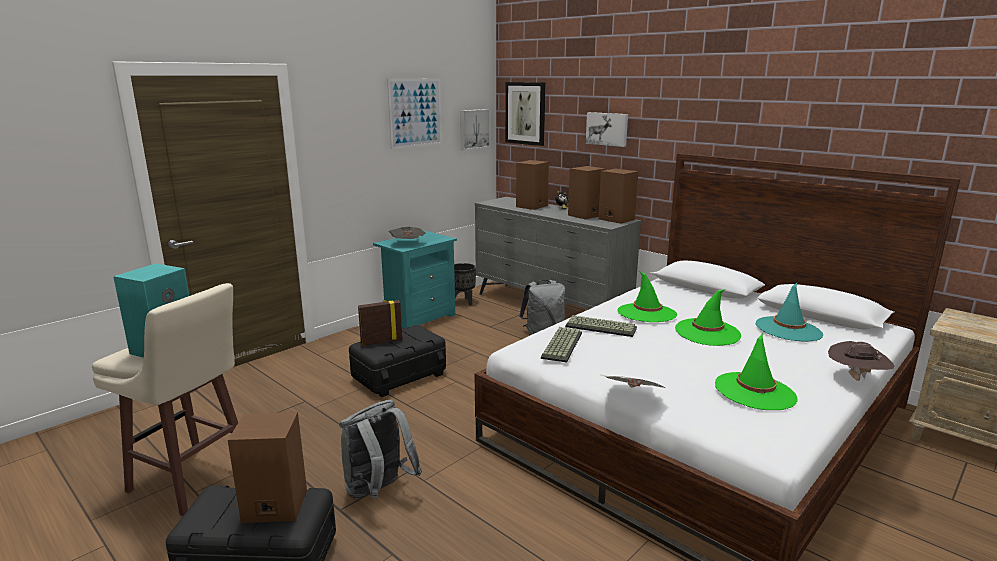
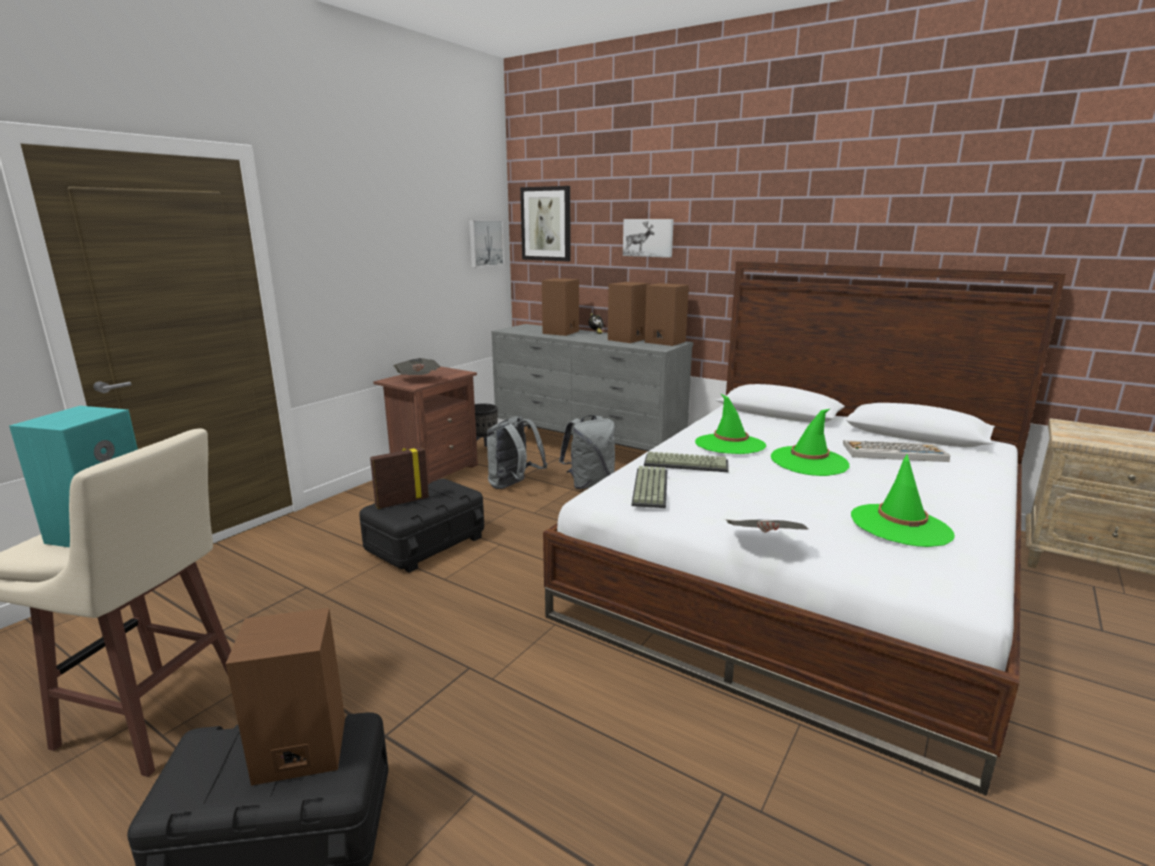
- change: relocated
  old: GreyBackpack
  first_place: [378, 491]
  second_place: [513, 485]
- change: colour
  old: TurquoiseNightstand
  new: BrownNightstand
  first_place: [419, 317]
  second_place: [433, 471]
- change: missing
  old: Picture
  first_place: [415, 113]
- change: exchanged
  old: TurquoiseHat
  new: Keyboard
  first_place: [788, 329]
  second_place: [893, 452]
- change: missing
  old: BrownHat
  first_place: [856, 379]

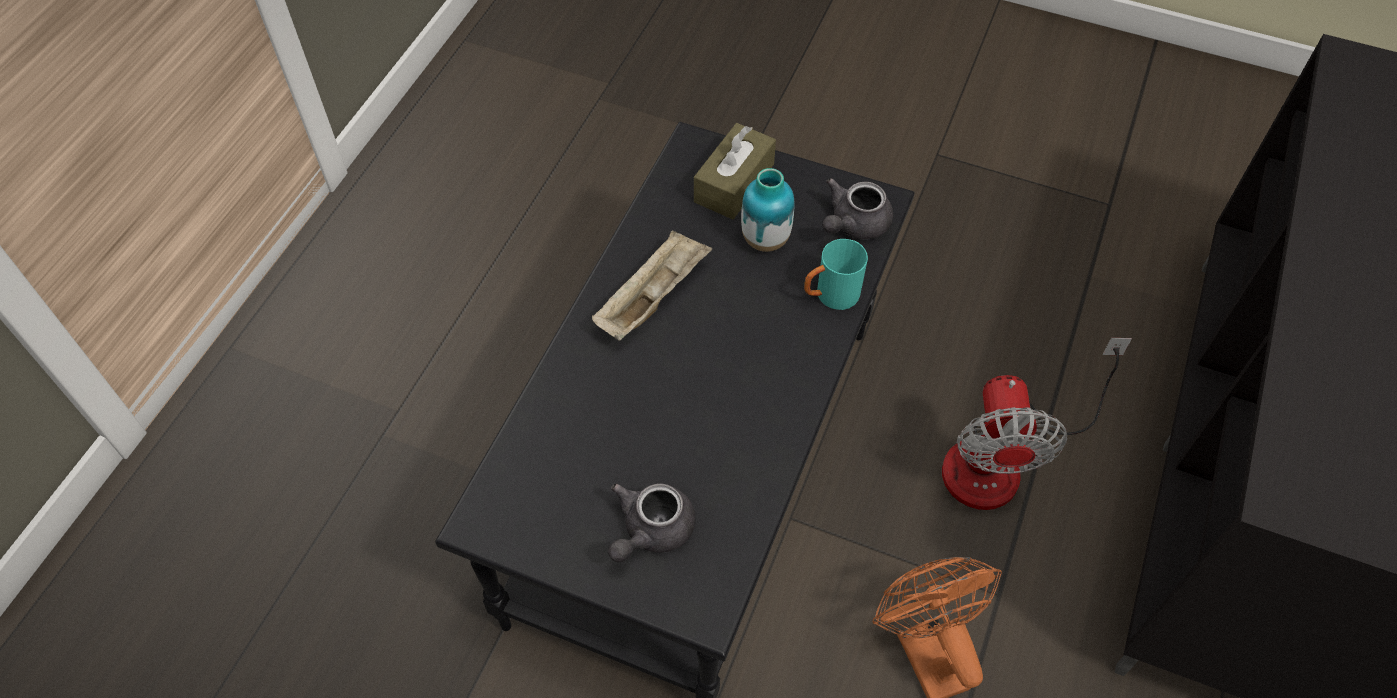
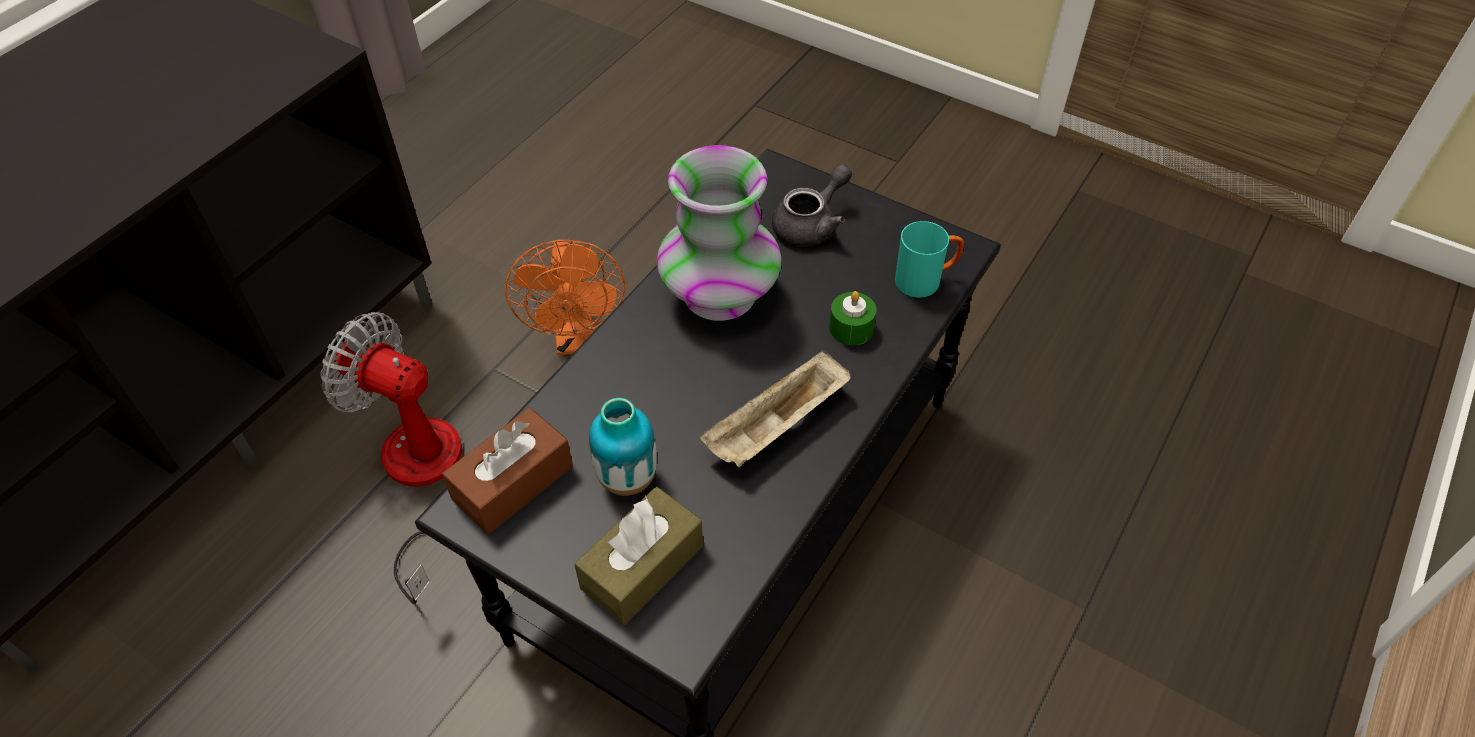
- change: relocated
  old: TurquoiseMug
  first_place: [830, 296]
  second_place: [925, 280]
- change: exchanged
  old: GreyTeapot
  new: BrownTissueBox
  first_place: [853, 224]
  second_place: [513, 483]
- change: spun
  old: Fan
  first_place: [1002, 459]
  second_place: [423, 479]
  degrees: -75
- change: appeared
  new: Vase
  second_place: [719, 294]
- change: appeared
  new: GreenCandle
  second_place: [851, 328]

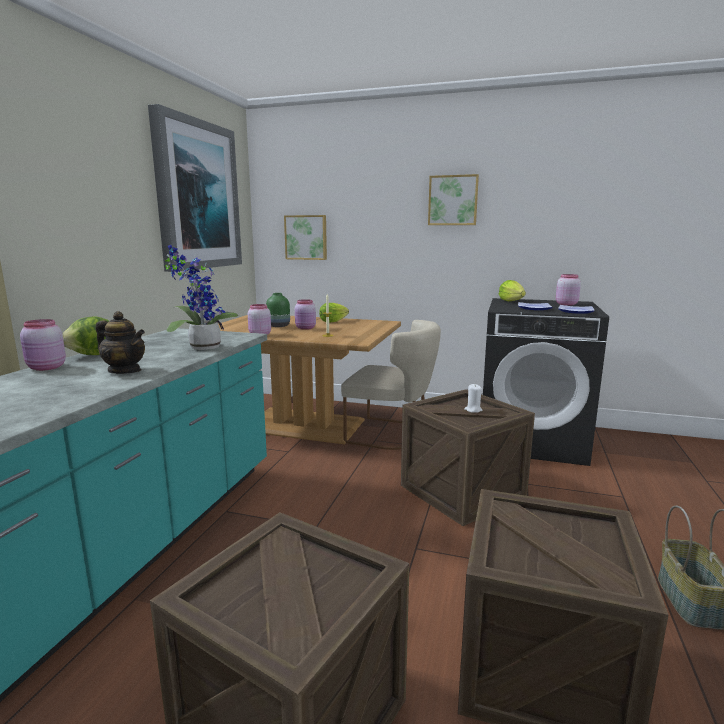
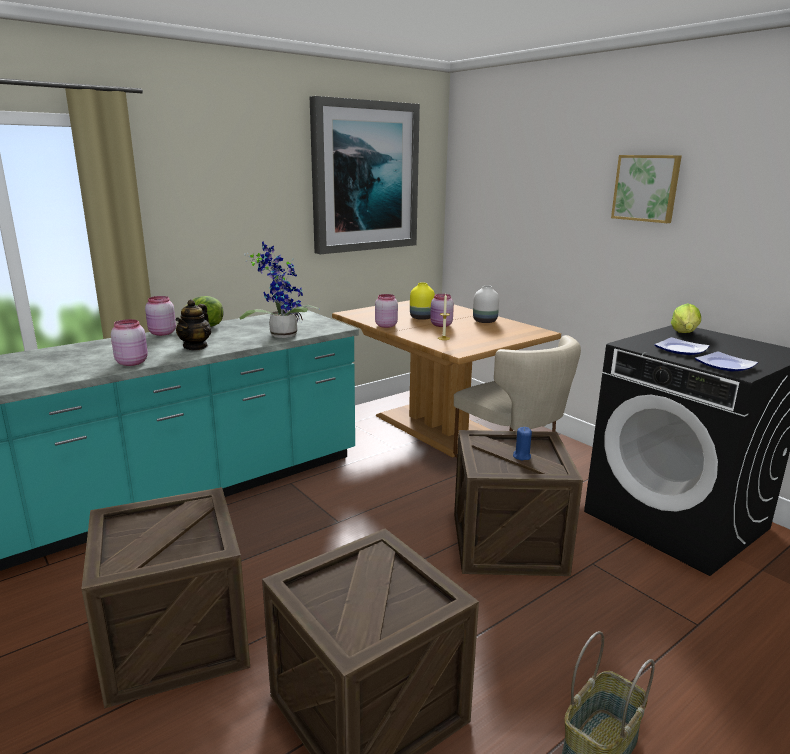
- change: spun
  old: Teapot
  first_place: [125, 371]
  second_place: [196, 347]
  degrees: 45
- change: colour
  old: GreenVase
  new: YellowVase
  first_place: [278, 326]
  second_place: [421, 318]
- change: missing
  old: Picture
  first_place: [306, 237]
- change: exchanged
  old: Lettuce
  new: WhiteVase
  first_place: [332, 321]
  second_place: [484, 321]
- change: colour
  old: WhiteCandle
  new: BlueCandle
  first_place: [473, 410]
  second_place: [521, 456]
- change: relocated
  old: PinkJar
  first_place: [565, 304]
  second_place: [132, 362]

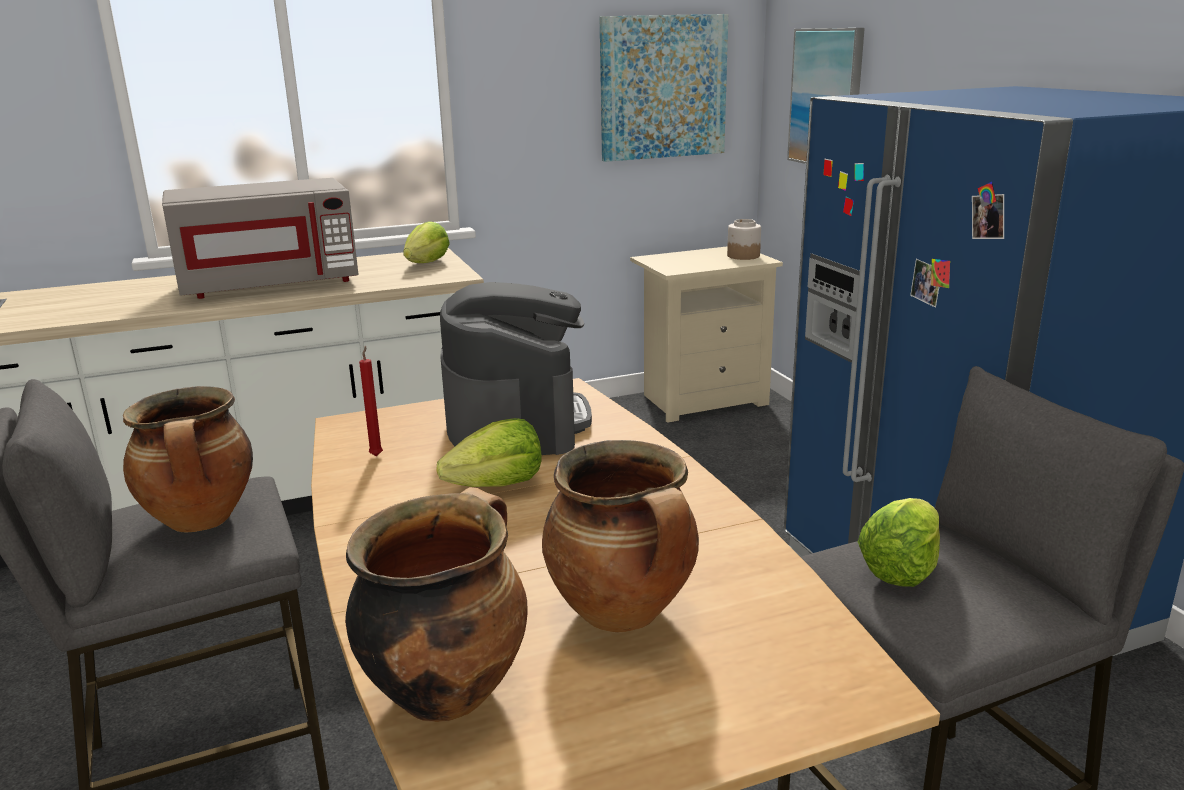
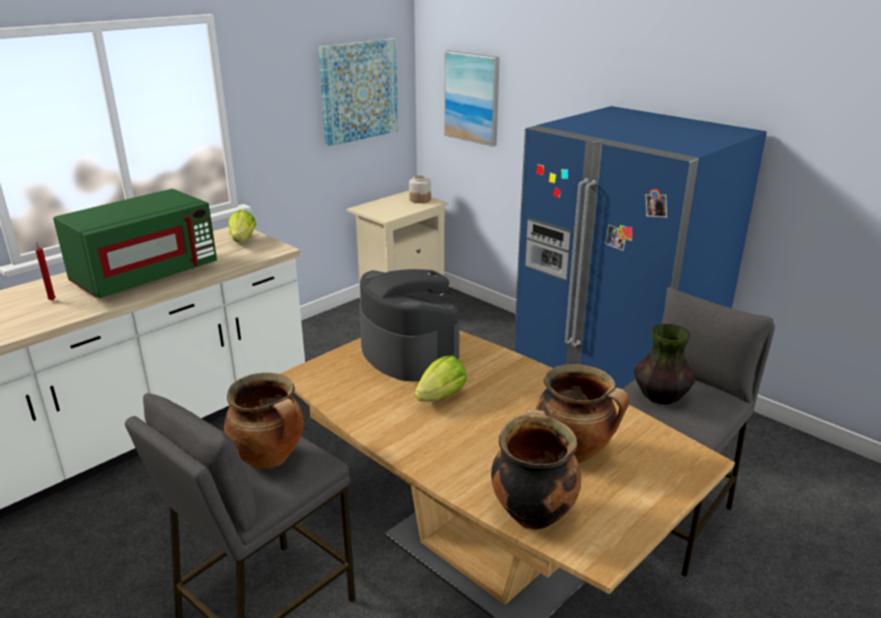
- change: colour
  old: GreyMicrowave
  new: GreenMicrowave
  first_place: [270, 285]
  second_place: [146, 276]
- change: relocated
  old: RedCandle
  first_place: [377, 455]
  second_place: [52, 300]
- change: exchanged
  old: Lettuce
  new: Vase
  first_place: [901, 569]
  second_place: [660, 396]

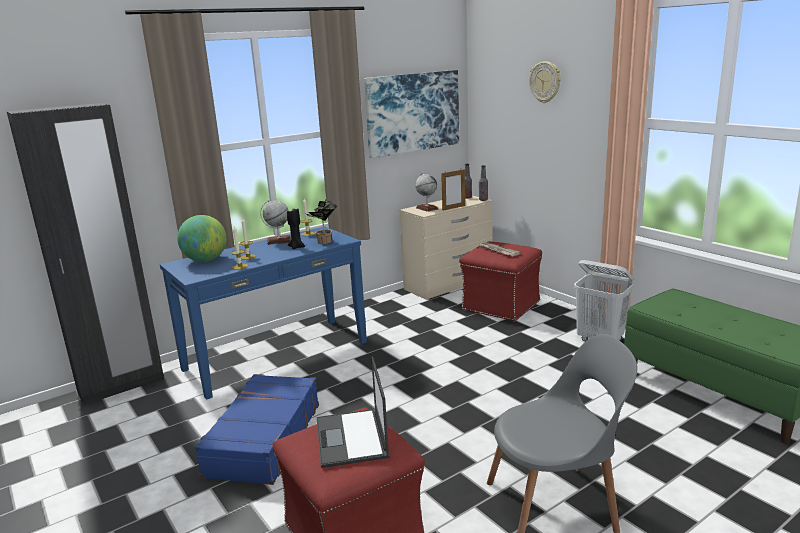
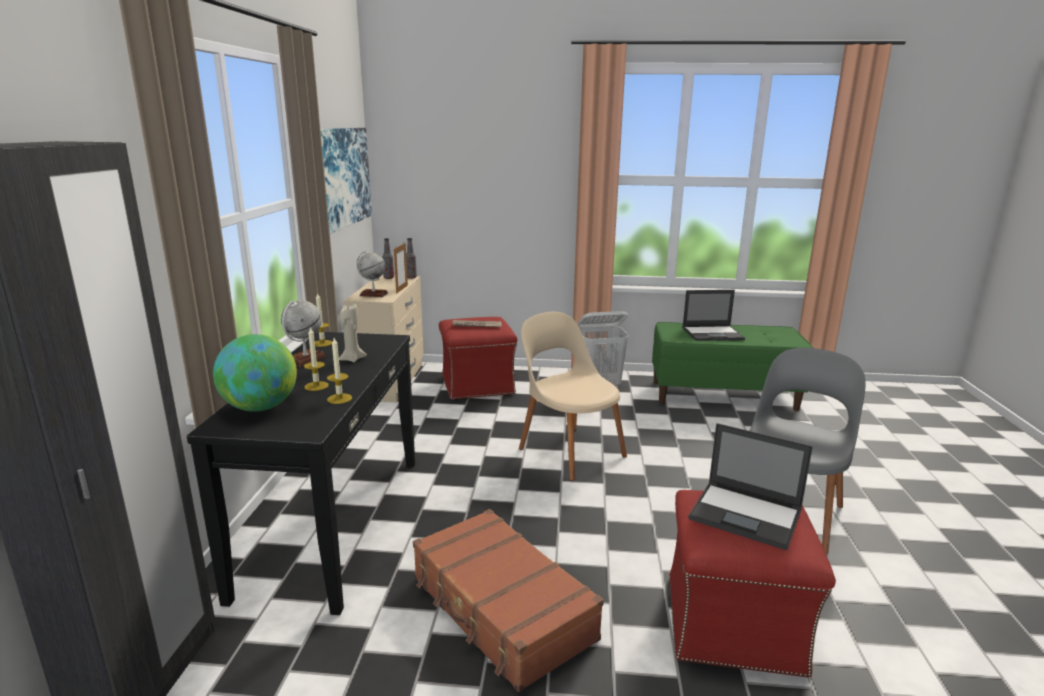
- change: colour
  old: BlueConsoleTable
  new: BlackConsoleTable
  first_place: [276, 355]
  second_place: [333, 522]
- change: colour
  old: BlueSuitcase
  new: BrownSuitcase
  first_place: [263, 439]
  second_place: [501, 609]
- change: colour
  old: BlackCandle
  new: BeigeCandle
  first_place: [297, 247]
  second_place: [352, 359]
- change: missing
  old: PottedPlant
  first_place: [324, 242]
- change: missing
  old: WallClock
  first_place: [545, 82]
- change: appeared
  new: BeigeChair
  second_place: [569, 450]
- change: appeared
  new: Laptop
  second_place: [713, 333]

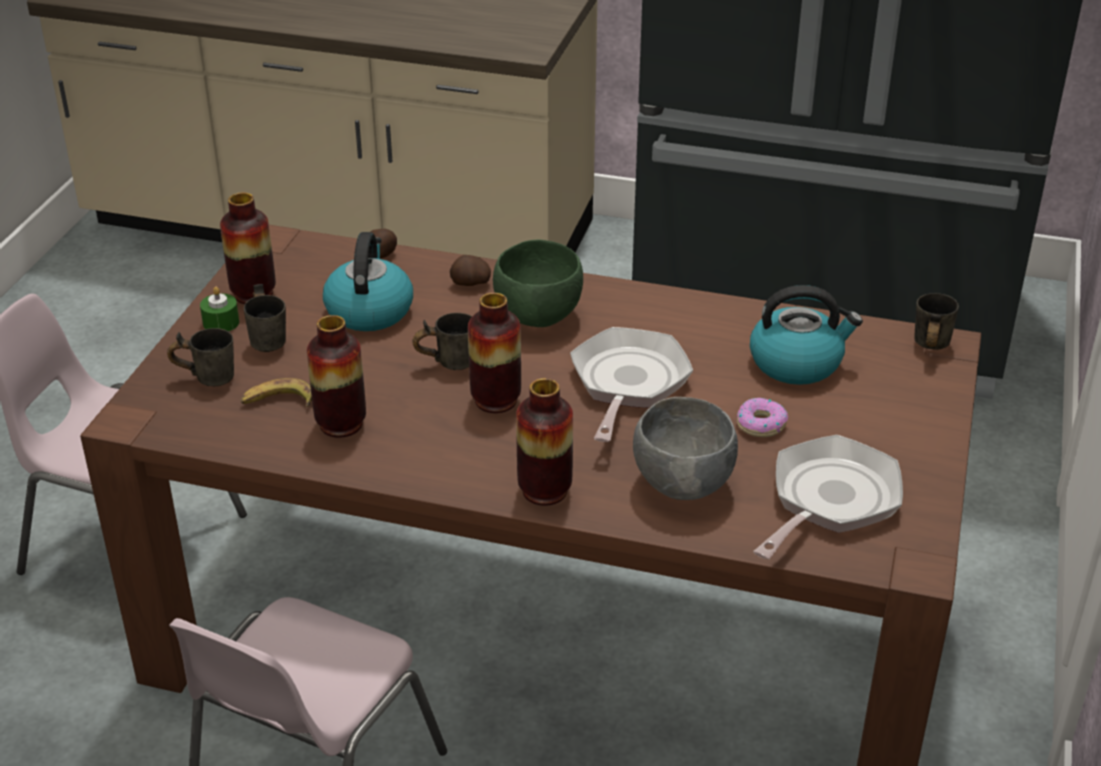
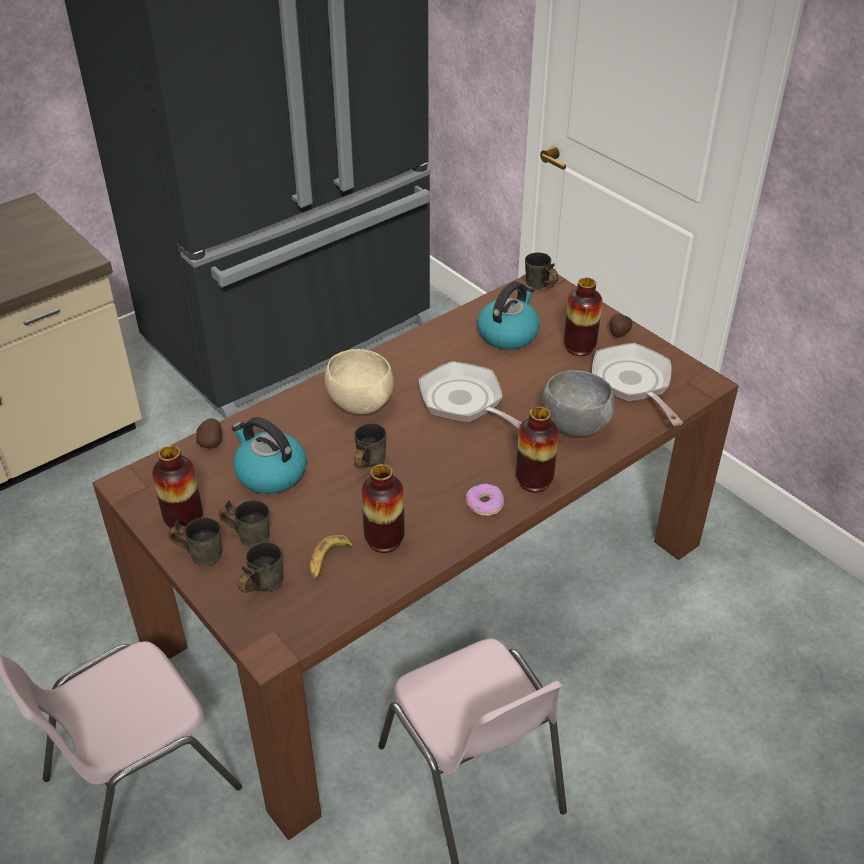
- change: exchanged
  old: GreenCandle
  new: GreyMug
  first_place: [221, 323]
  second_place: [201, 552]
- change: relocated
  old: Potato
  first_place: [470, 284]
  second_place: [618, 333]
- change: relocated
  old: Vase
  first_place: [496, 400]
  second_place: [579, 348]
- change: colour
  old: GreenBowl
  new: BeigeBowl
  first_place: [537, 316]
  second_place: [360, 405]
- change: relocated
  old: Donut
  first_place: [760, 424]
  second_place: [484, 504]

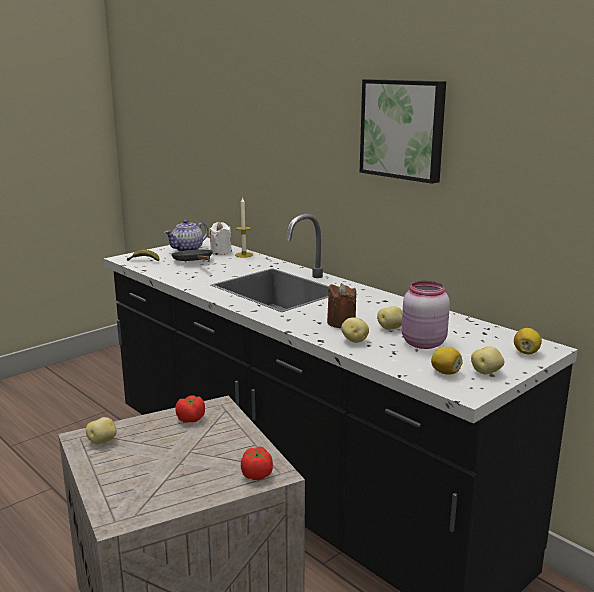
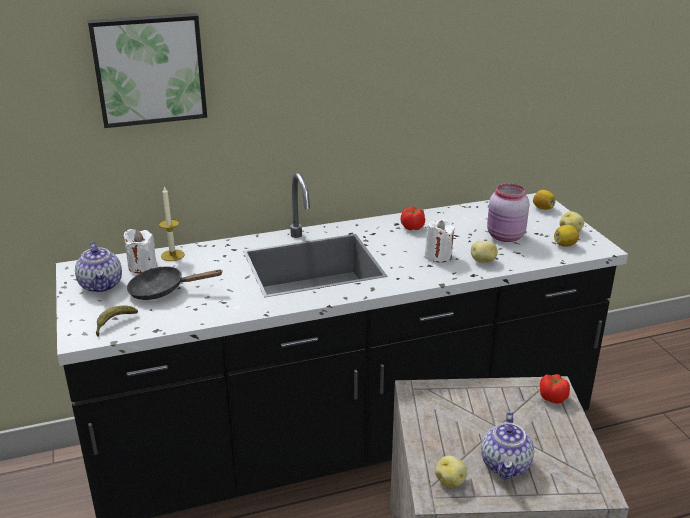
- change: relocated
  old: Tomato
  first_place: [191, 419]
  second_place: [412, 227]
- change: colour
  old: BrownCandle
  new: WhiteCandle
  first_place: [341, 323]
  second_place: [438, 256]
- change: relocated
  old: Picture
  first_place: [403, 129]
  second_place: [149, 69]
- change: missing
  old: Potato
  first_place: [391, 328]
- change: appeared
  new: Teapot
  second_place: [506, 465]

